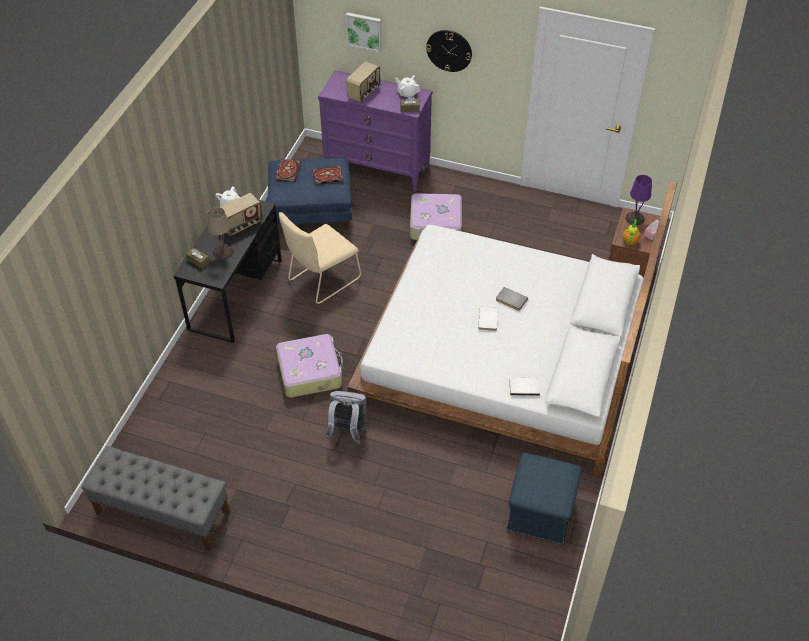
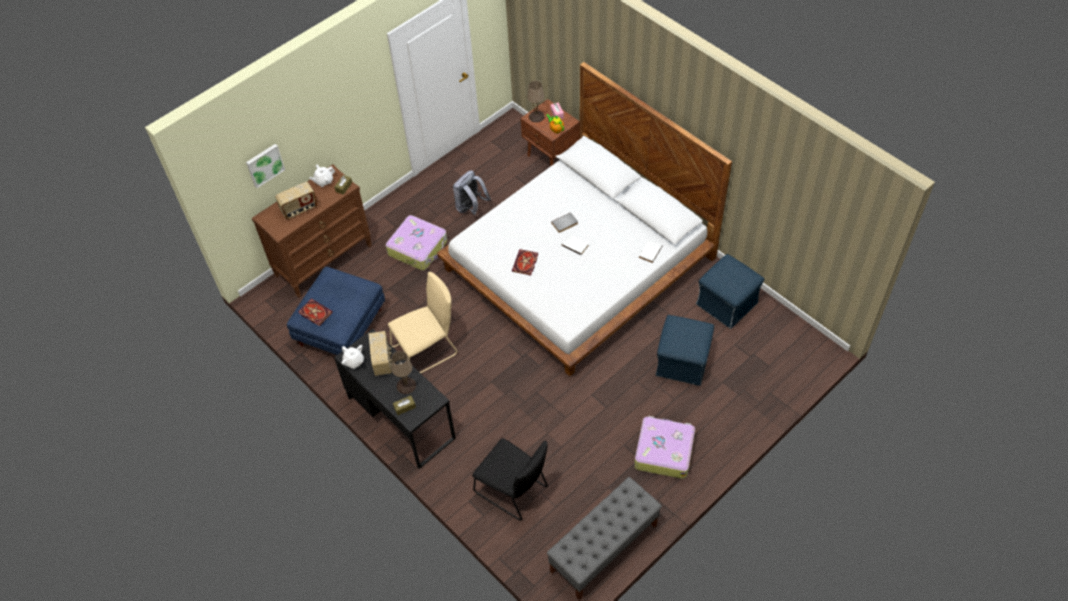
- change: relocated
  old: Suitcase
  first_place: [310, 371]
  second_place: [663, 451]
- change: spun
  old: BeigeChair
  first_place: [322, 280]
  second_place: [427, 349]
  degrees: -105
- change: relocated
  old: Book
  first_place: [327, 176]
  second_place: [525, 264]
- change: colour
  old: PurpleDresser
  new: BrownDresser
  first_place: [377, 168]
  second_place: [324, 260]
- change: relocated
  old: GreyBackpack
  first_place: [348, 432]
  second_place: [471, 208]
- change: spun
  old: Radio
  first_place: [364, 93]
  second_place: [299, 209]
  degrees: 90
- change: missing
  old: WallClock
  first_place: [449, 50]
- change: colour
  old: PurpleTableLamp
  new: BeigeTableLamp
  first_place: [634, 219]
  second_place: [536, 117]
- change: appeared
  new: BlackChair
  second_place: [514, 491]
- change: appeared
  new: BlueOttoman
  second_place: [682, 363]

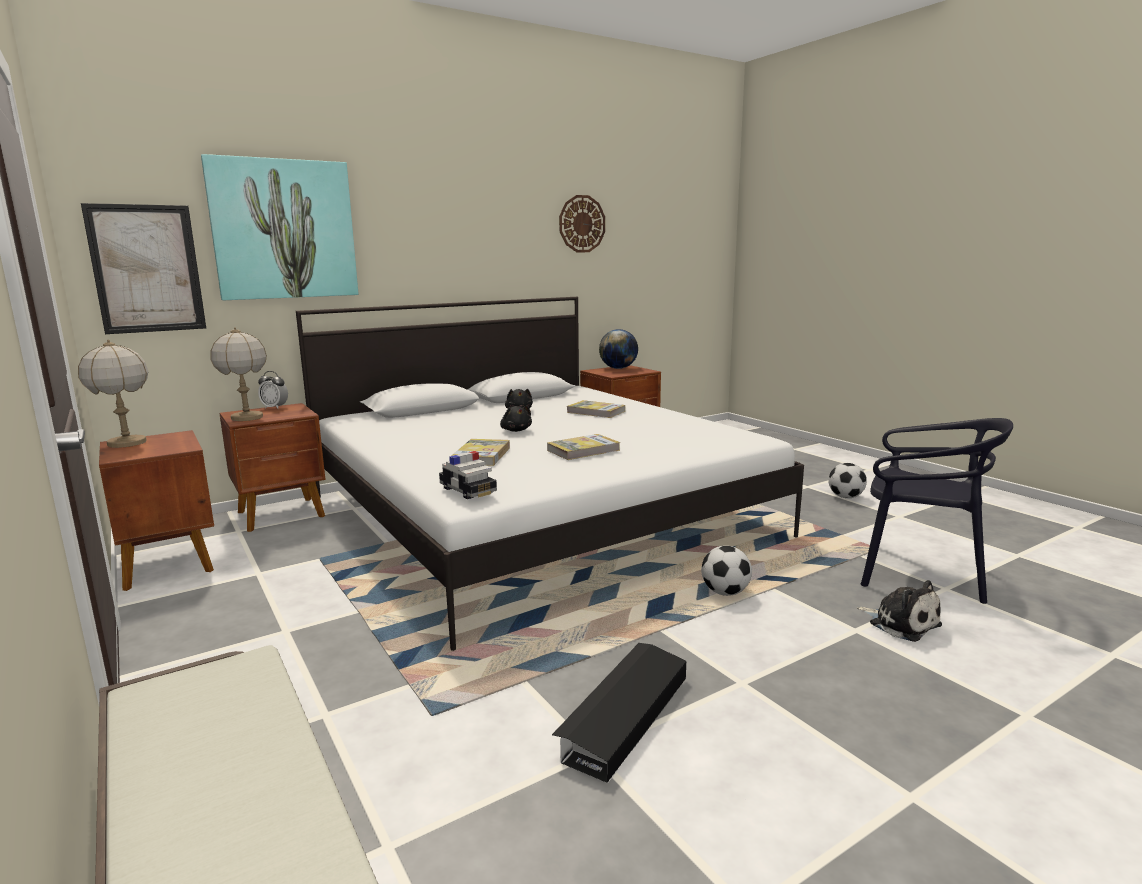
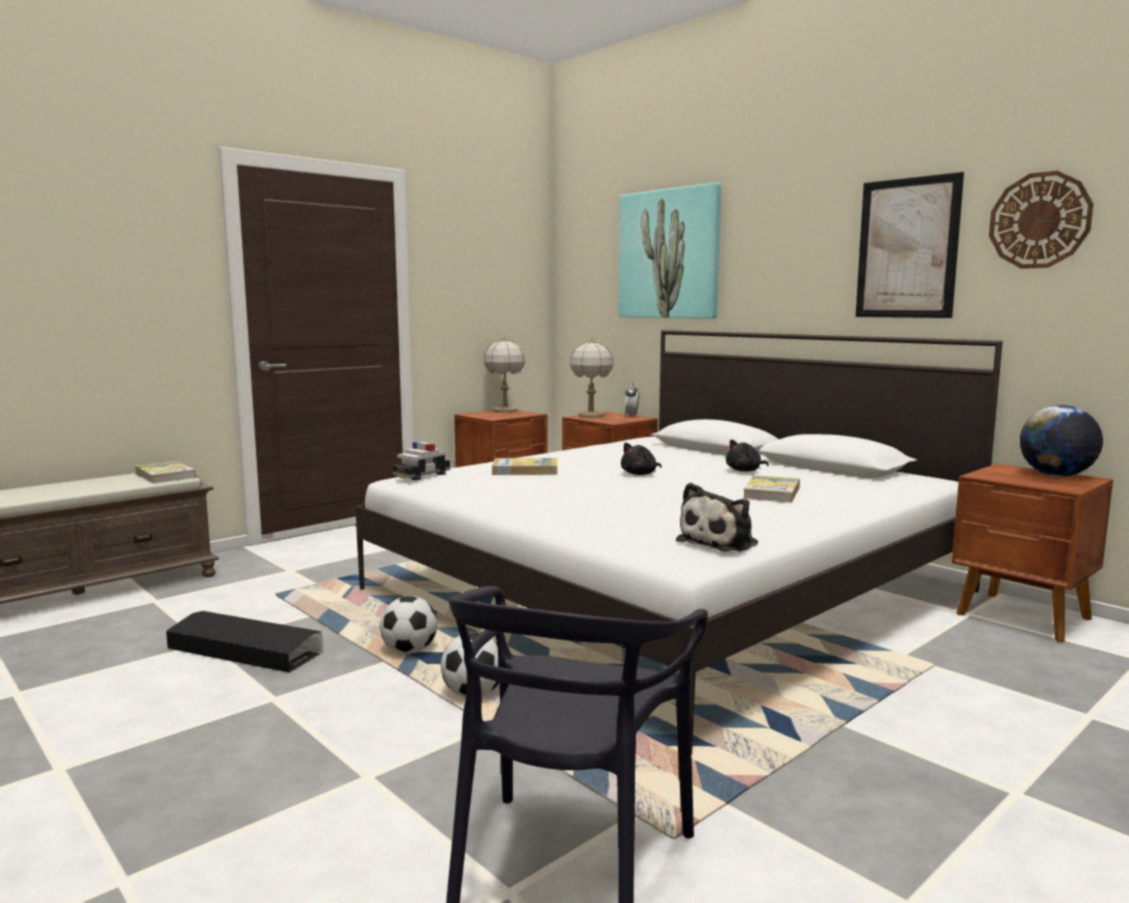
- change: relocated
  old: Picture
  first_place: [147, 269]
  second_place: [907, 248]
- change: relocated
  old: Book
  first_place: [583, 450]
  second_place: [165, 476]
- change: relocated
  old: Football
  first_place: [845, 497]
  second_place: [409, 651]
- change: relocated
  old: PlushToy
  first_place: [901, 623]
  second_place: [721, 542]

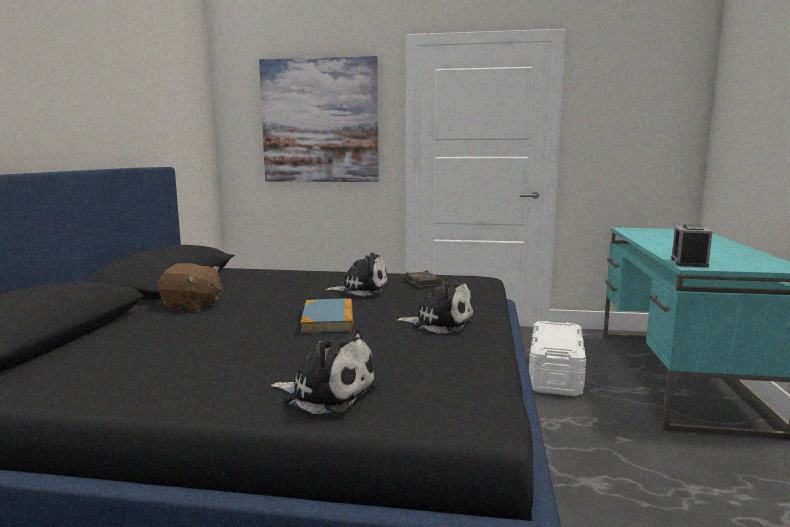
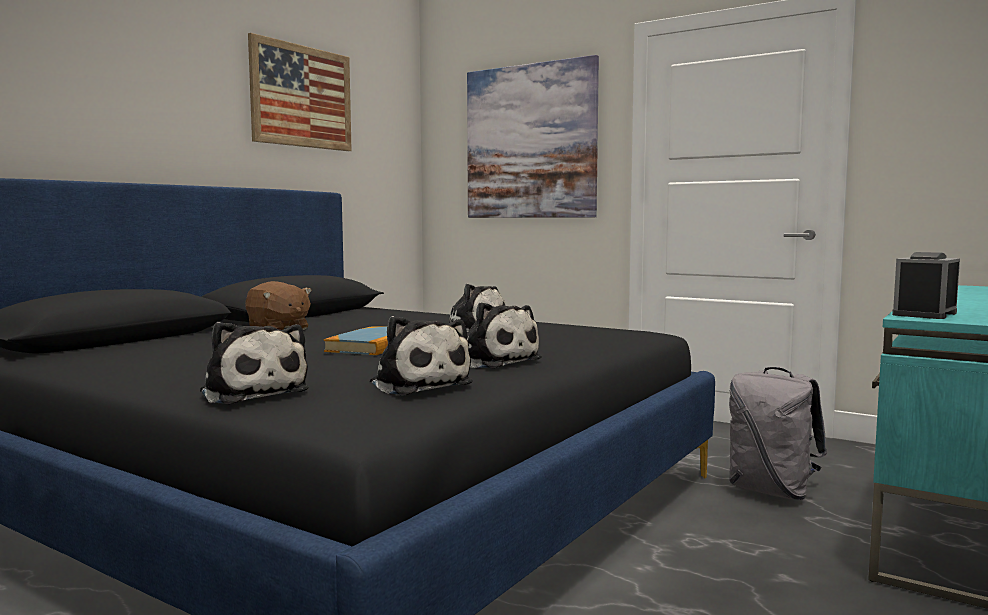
- change: missing
  old: BlackBook
  first_place: [424, 283]
- change: exchanged
  old: WhiteStorageBox
  new: GreyBackpack
  first_place: [555, 375]
  second_place: [772, 491]
- change: appeared
  new: Picture
  second_place: [302, 96]
- change: appeared
  new: PlushToy
  second_place: [418, 385]

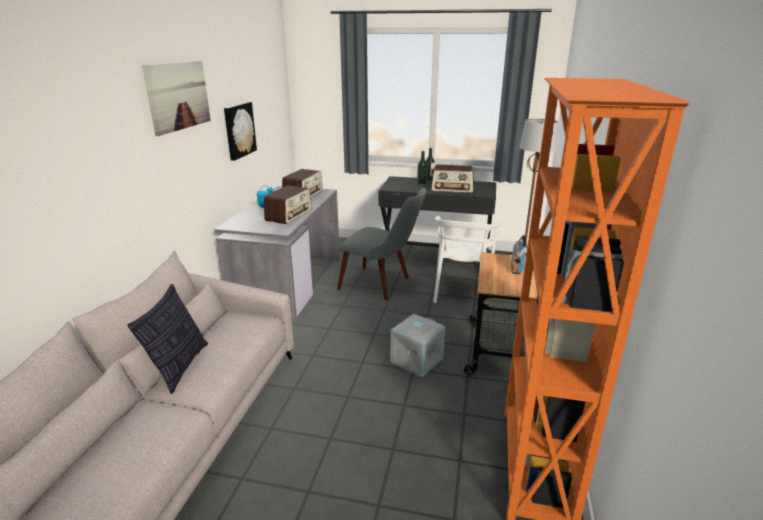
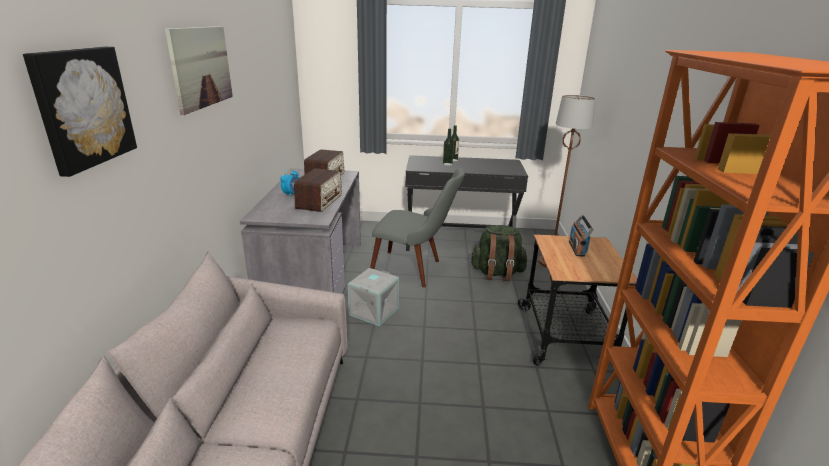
- change: missing
  old: Pillow
  first_place: [179, 367]
- change: relocated
  old: Picture
  first_place: [238, 130]
  second_place: [82, 107]
- change: relocated
  old: GreyStorageBox
  first_place: [416, 359]
  second_place: [373, 311]
- change: missing
  old: Radio
  first_place: [452, 189]
- change: exchanged
  old: WhiteChair
  new: GreenBackpack
  first_place: [461, 292]
  second_place: [497, 273]

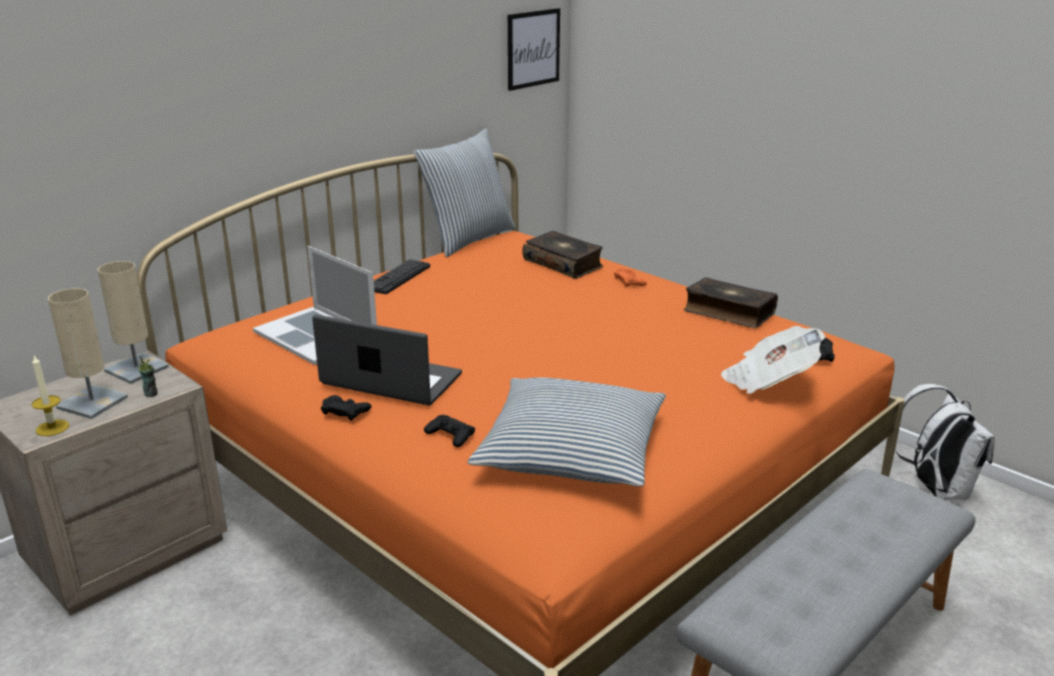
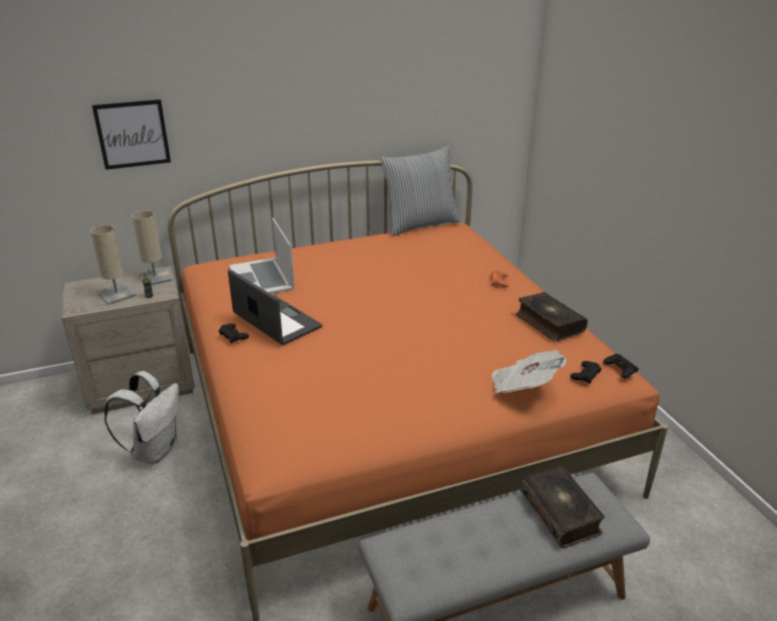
- change: missing
  old: Candle
  first_place: [52, 428]
- change: missing
  old: Keyboard
  first_place: [398, 277]
- change: relocated
  old: BlackGameController
  first_place: [450, 435]
  second_place: [620, 369]
- change: missing
  old: Pillow
  first_place: [571, 450]
- change: relocated
  old: Picture
  first_place: [533, 49]
  second_place: [132, 134]
- change: relocated
  old: Book
  first_place: [563, 264]
  second_place: [560, 513]
- change: relocated
  old: WhiteBackpack
  first_place: [935, 489]
  second_place: [155, 450]

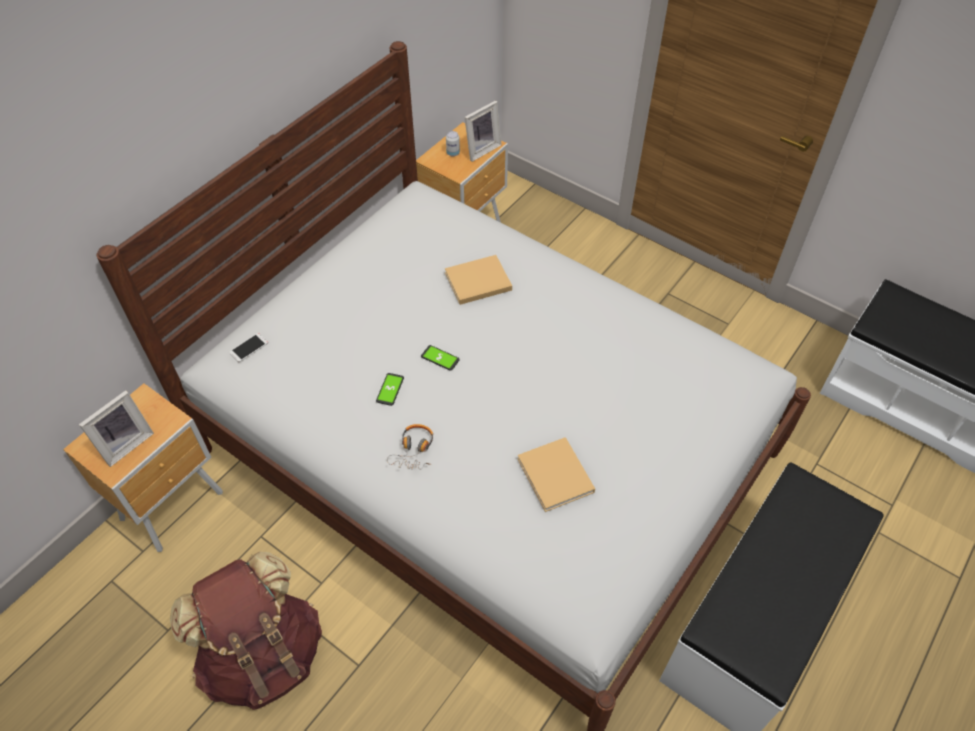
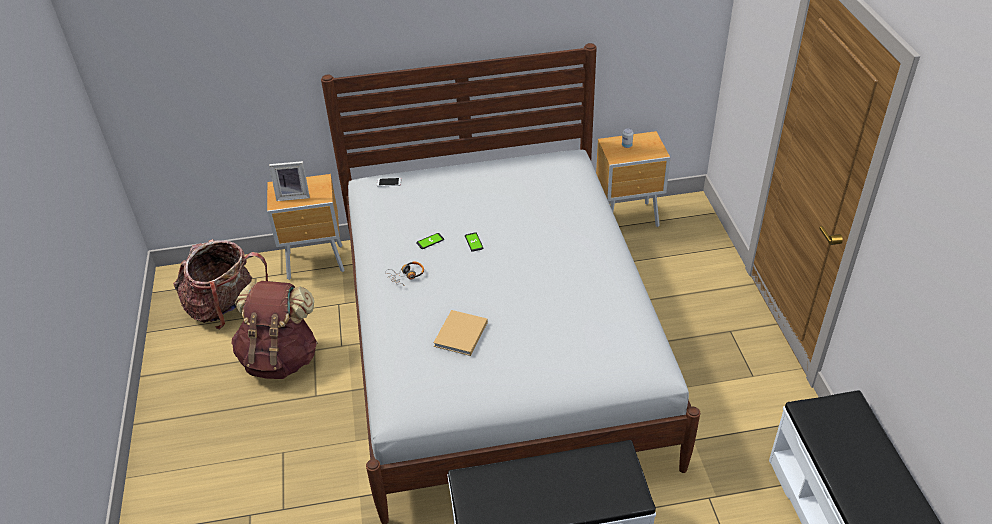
- change: missing
  old: BeigeBook
  first_place: [476, 282]
- change: missing
  old: PictureFrame
  first_place: [481, 149]
- change: appeared
  new: Backpack
  second_place: [225, 307]

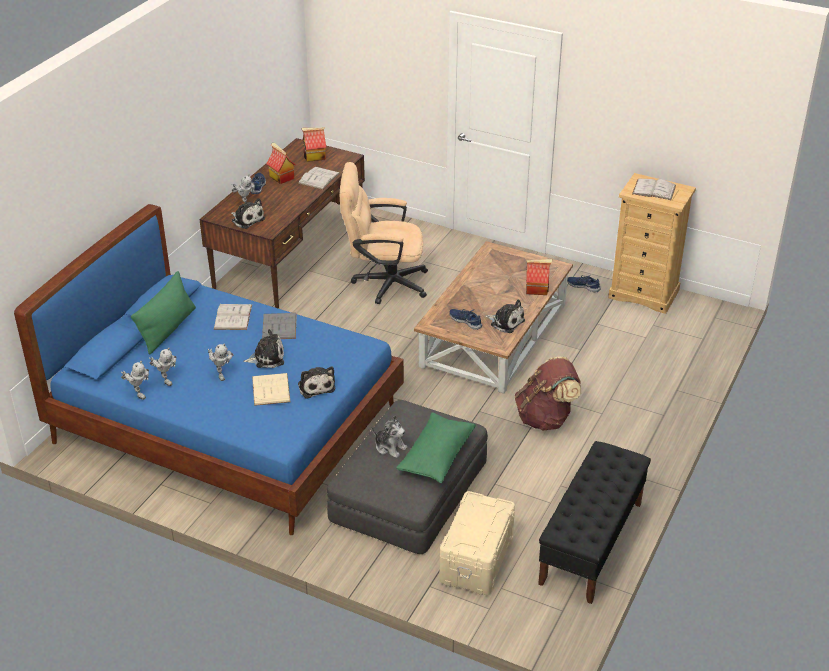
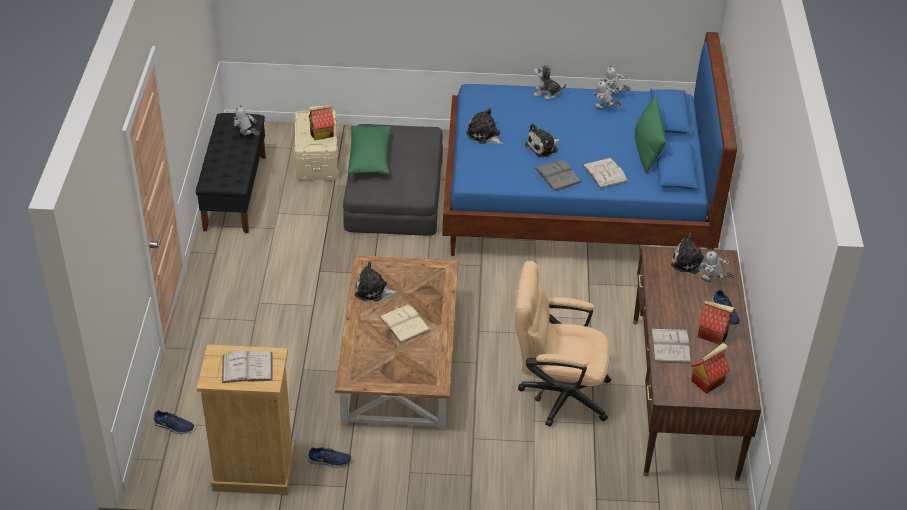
- change: relocated
  old: ToyRobot
  first_place: [221, 373]
  second_place: [246, 137]
- change: relocated
  old: BeigeBook
  first_place: [271, 389]
  second_place: [404, 323]
- change: spun
  old: BeigeOfficeChair
  first_place: [383, 283]
  second_place: [556, 393]
  degrees: -150
- change: relocated
  old: PlushToy
  first_place: [390, 447]
  second_place: [546, 93]
- change: relocated
  old: BlueShoe
  first_place: [465, 321]
  second_place: [173, 426]
- change: missing
  old: BrownBackpack
  first_place: [545, 418]
- change: relocated
  old: ToyHouse
  first_place: [537, 289]
  second_place: [321, 134]

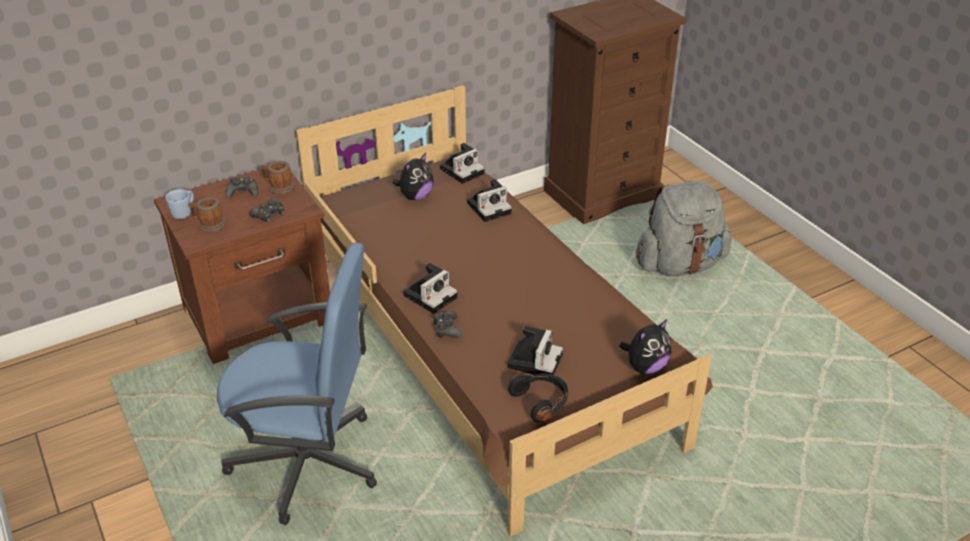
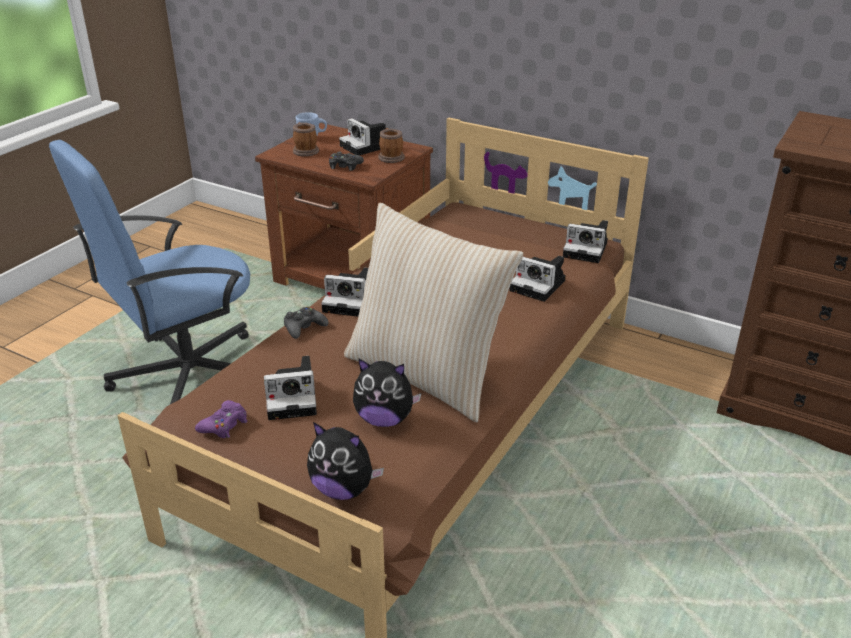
- change: spun
  old: BlueOfficeChair
  first_place: [308, 462]
  second_place: [186, 375]
  degrees: 75
- change: exchanged
  old: BlackGameController
  new: PhotoCamera
  first_place: [243, 192]
  second_place: [367, 147]
- change: relocated
  old: PlushToy
  first_place: [415, 196]
  second_place: [384, 419]
- change: exchanged
  old: BlackHeadphones
  new: PurpleGameController
  first_place: [541, 401]
  second_place: [224, 425]
- change: missing
  old: GreyBackpack
  first_place: [680, 265]
- change: appeared
  new: BeigePillow
  second_place: [426, 374]

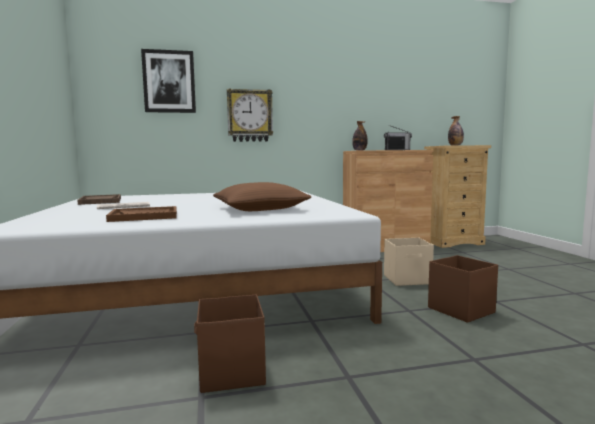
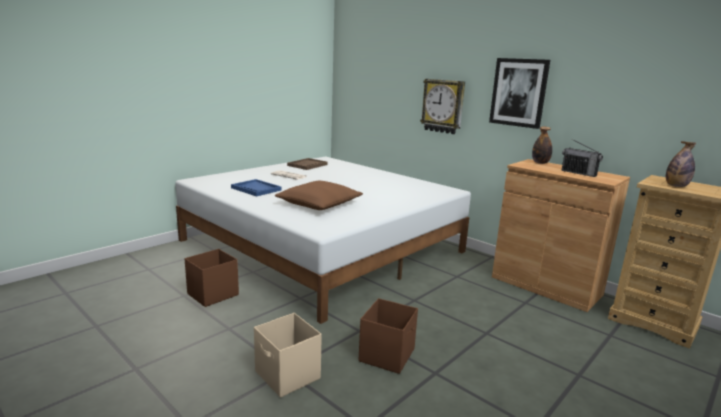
- change: colour
  old: BrownTray
  new: BlueTray
  first_place: [144, 216]
  second_place: [256, 189]
- change: relocated
  old: Picture
  first_place: [169, 82]
  second_place: [519, 92]
- change: relocated
  old: BeigeStorageBox
  first_place: [408, 279]
  second_place: [287, 376]

